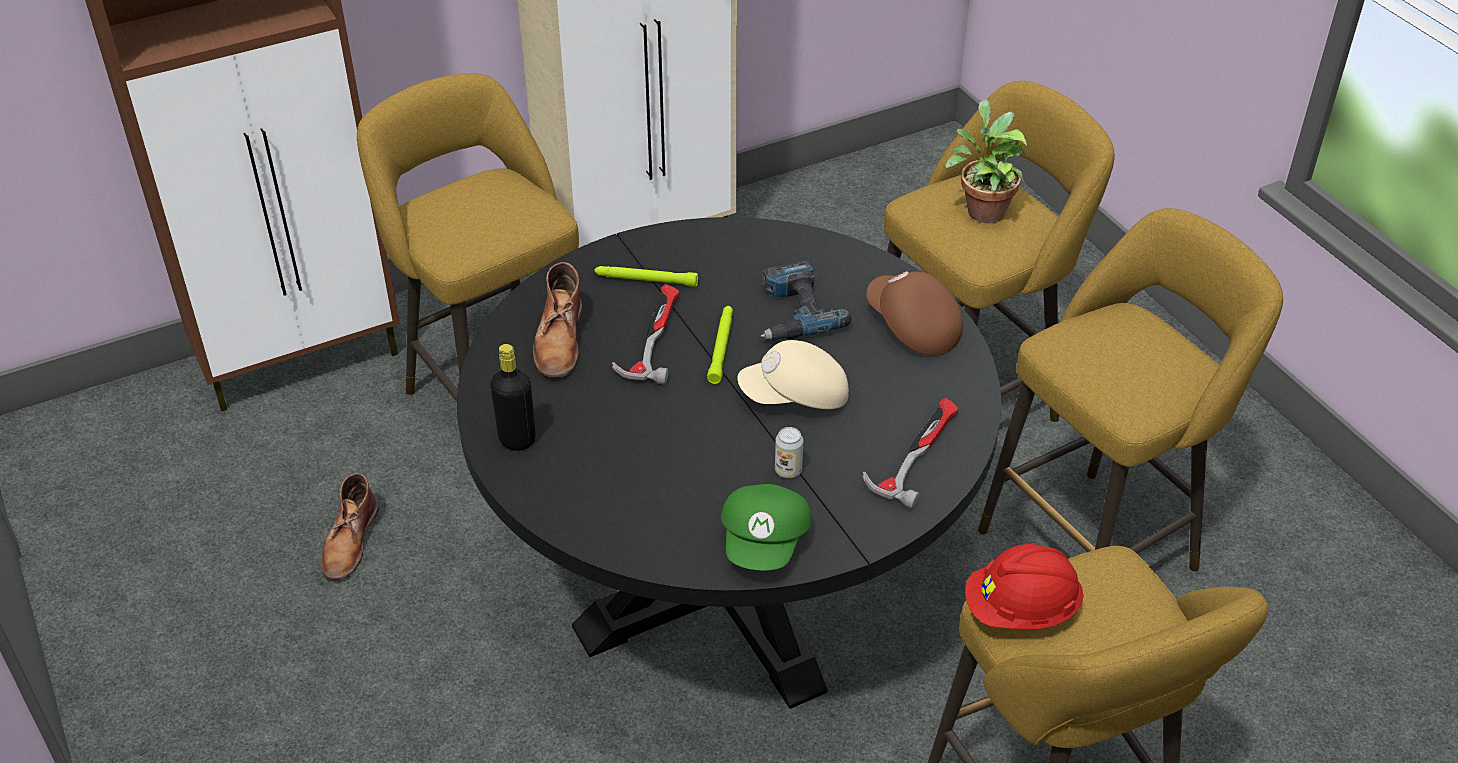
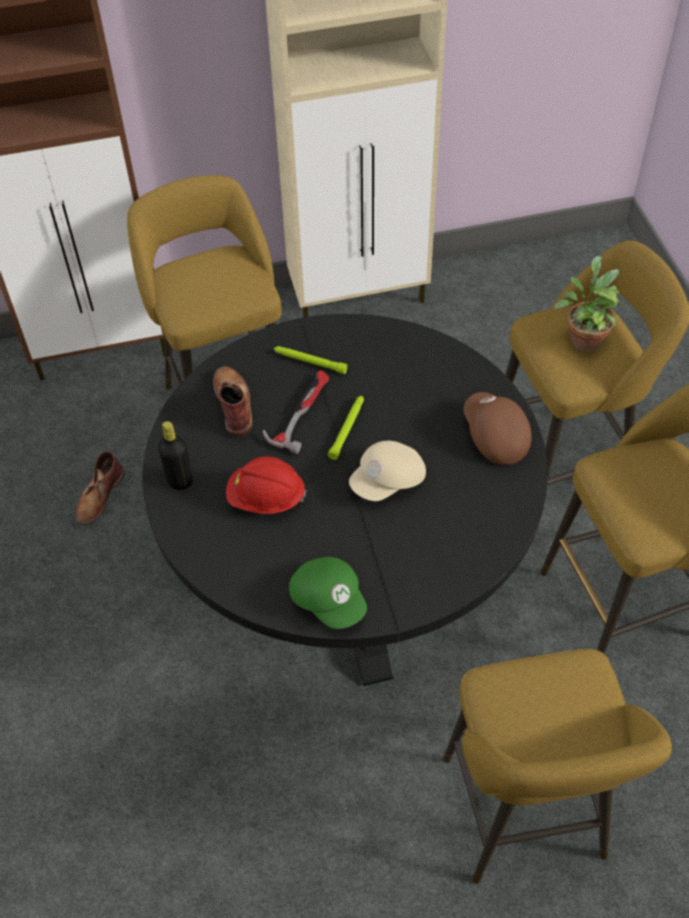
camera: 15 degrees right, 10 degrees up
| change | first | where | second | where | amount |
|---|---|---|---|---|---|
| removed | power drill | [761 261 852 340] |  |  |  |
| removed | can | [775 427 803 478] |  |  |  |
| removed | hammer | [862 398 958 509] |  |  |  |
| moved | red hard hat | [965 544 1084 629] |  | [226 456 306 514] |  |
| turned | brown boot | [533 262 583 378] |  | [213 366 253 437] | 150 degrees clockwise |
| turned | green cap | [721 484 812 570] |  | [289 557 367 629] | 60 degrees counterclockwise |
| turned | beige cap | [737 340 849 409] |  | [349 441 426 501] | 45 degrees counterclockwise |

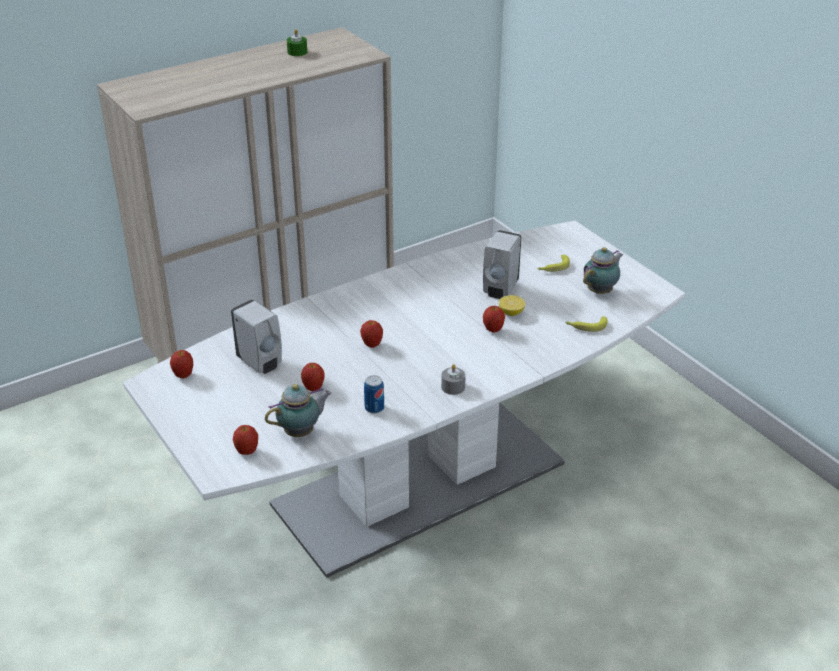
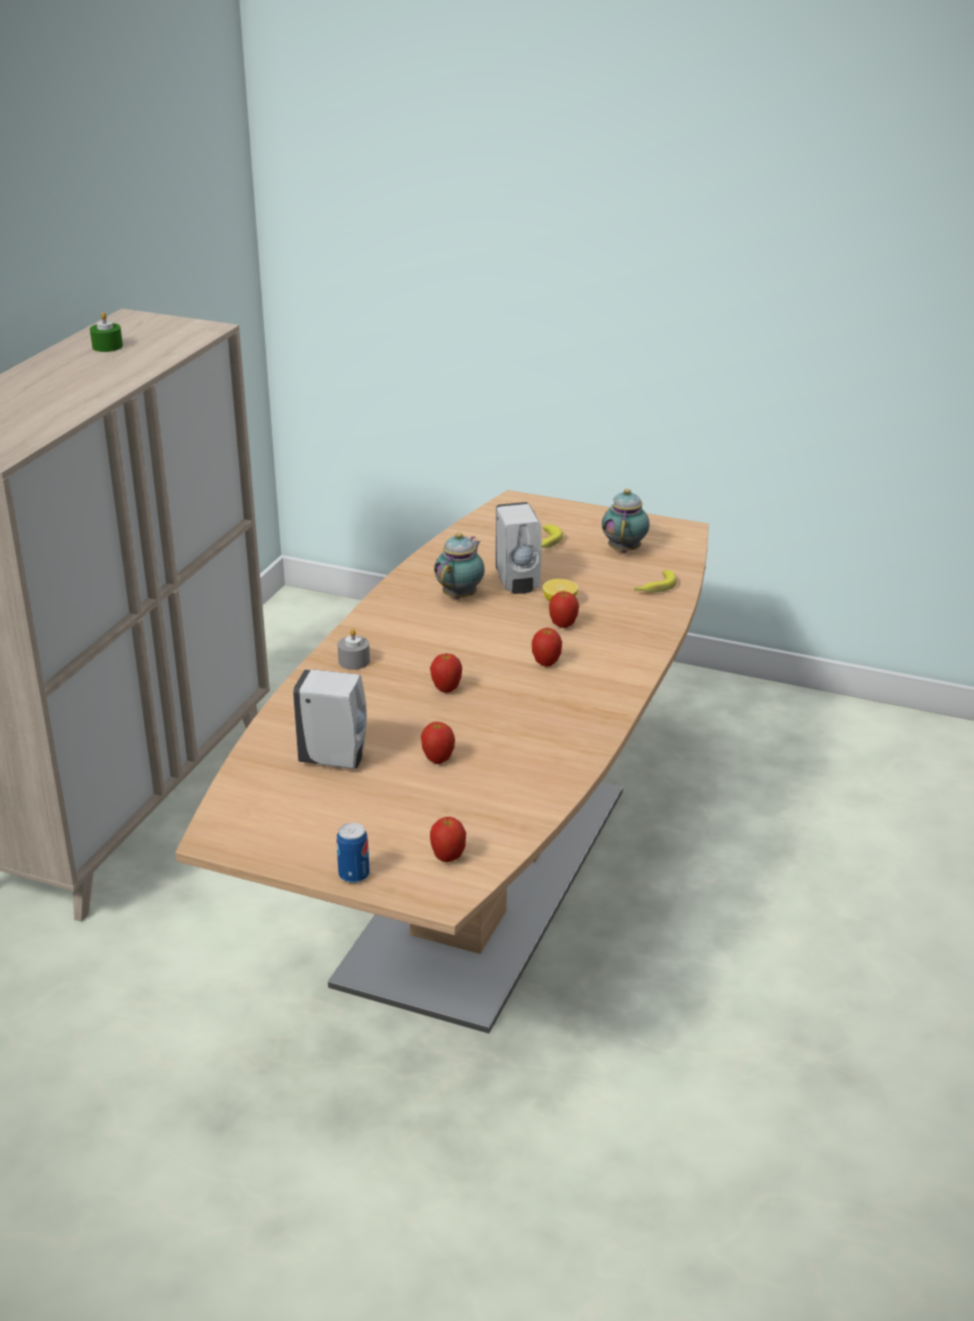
camera: 35 degrees left, 5 degrees down
| change | first | where | second | where | amount |
|---|---|---|---|---|---|
| moved | apple | [170 350 193 378] |  | [532 628 562 667] |  |
| moved | teapot | [265 384 331 437] |  | [434 533 485 599] |  |
| moved | can | [364 375 384 414] |  | [337 823 369 883] |  |
| moved | grey candle | [441 364 466 395] |  | [338 629 370 670] |  |
| recoloured | white dining table | [123 221 685 578] | brown dining table | [176 490 709 1033] |  |

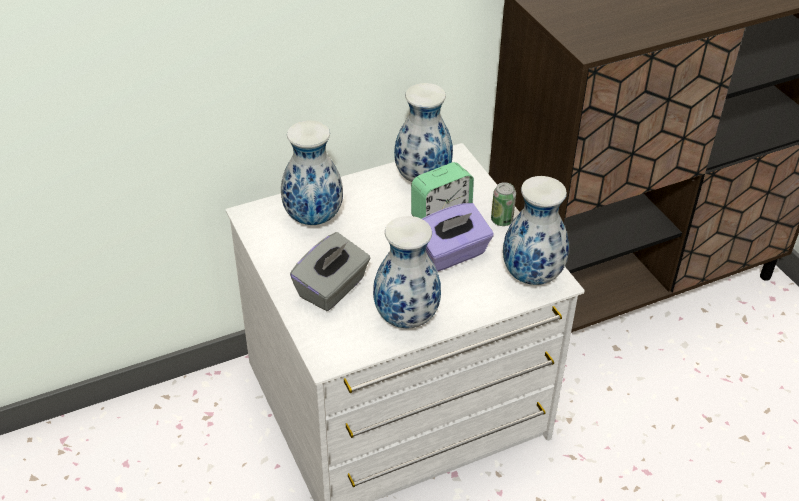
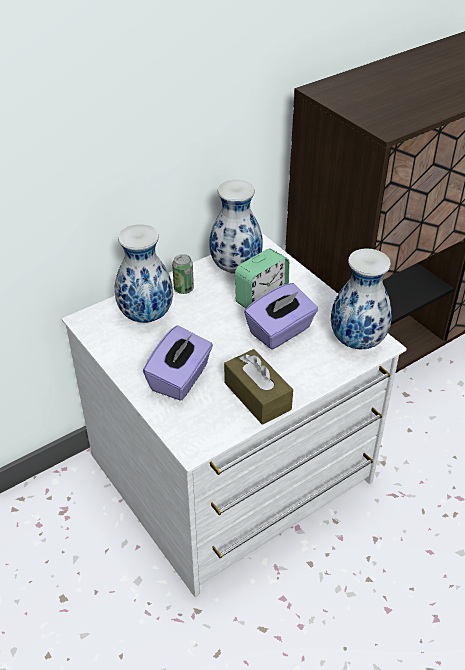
camera: 10 degrees left, 0 degrees up
| change | first | where | second | where | amount |
|---|---|---|---|---|---|
| moved | can | [491 182 516 226] |  | [172 254 194 294] |  |
| replaced | vase | [373 216 441 329] | brown tissue box | [224 349 293 425] |  |
| recoloured | grey tissue box | [290 232 371 311] | purple tissue box | [143 325 213 401] |  |

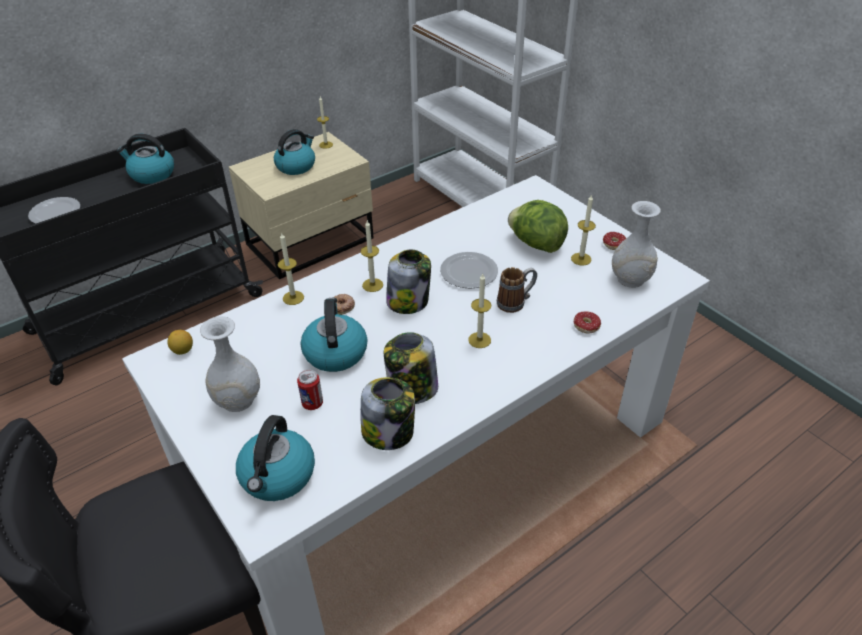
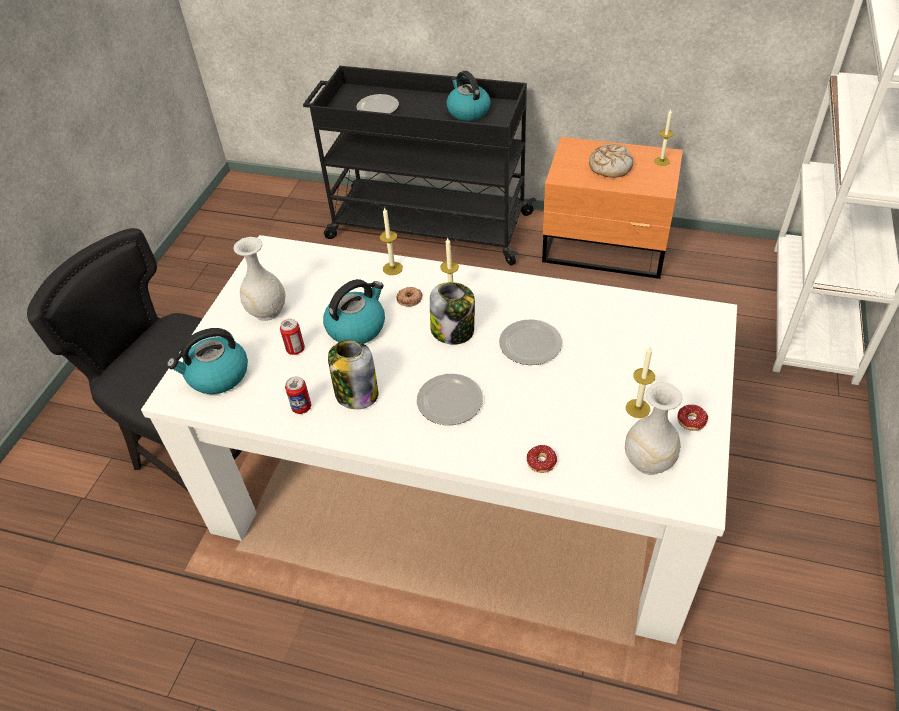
camera: 55 degrees right, 5 degrees up
| change | first | where | second | where | amount |
|---|---|---|---|---|---|
| removed | lemon | [168 330 193 355] |  |  |  |
| removed | mug | [497 267 537 313] |  |  |  |
| removed | lettuce | [508 200 568 253] |  |  |  |
| replaced | kettle | [274 129 315 175] | bread | [589 144 633 178] |  |
| replaced | jar | [361 377 415 450] | can | [285 376 311 414] |  |
| replaced | candle | [468 274 491 348] | plate | [417 374 483 425] |  |
| recoloured | beige nightstand | [229 132 374 279] | orange nightstand | [542 137 683 279] |  |

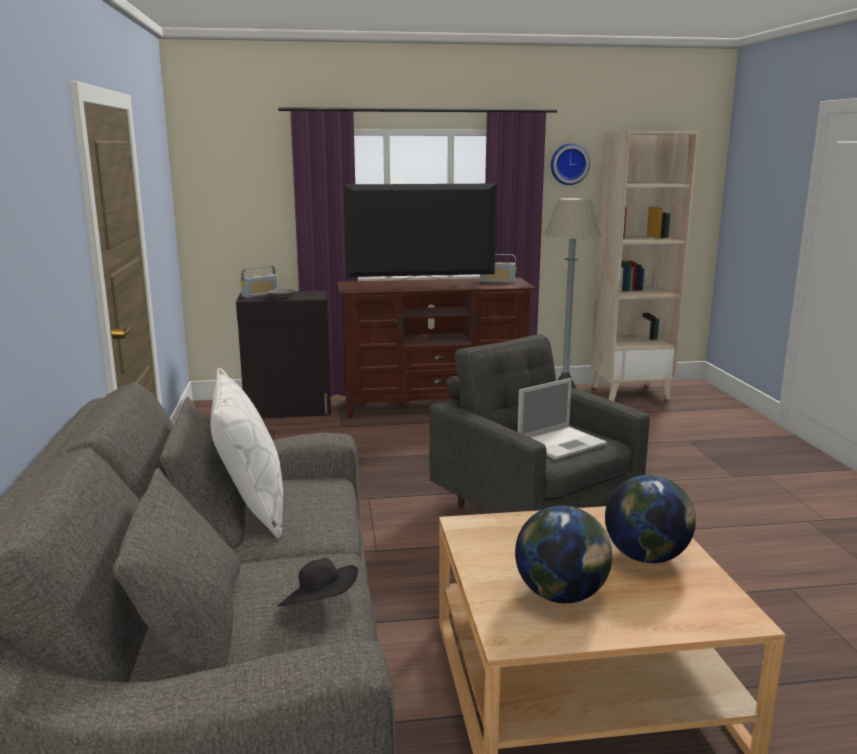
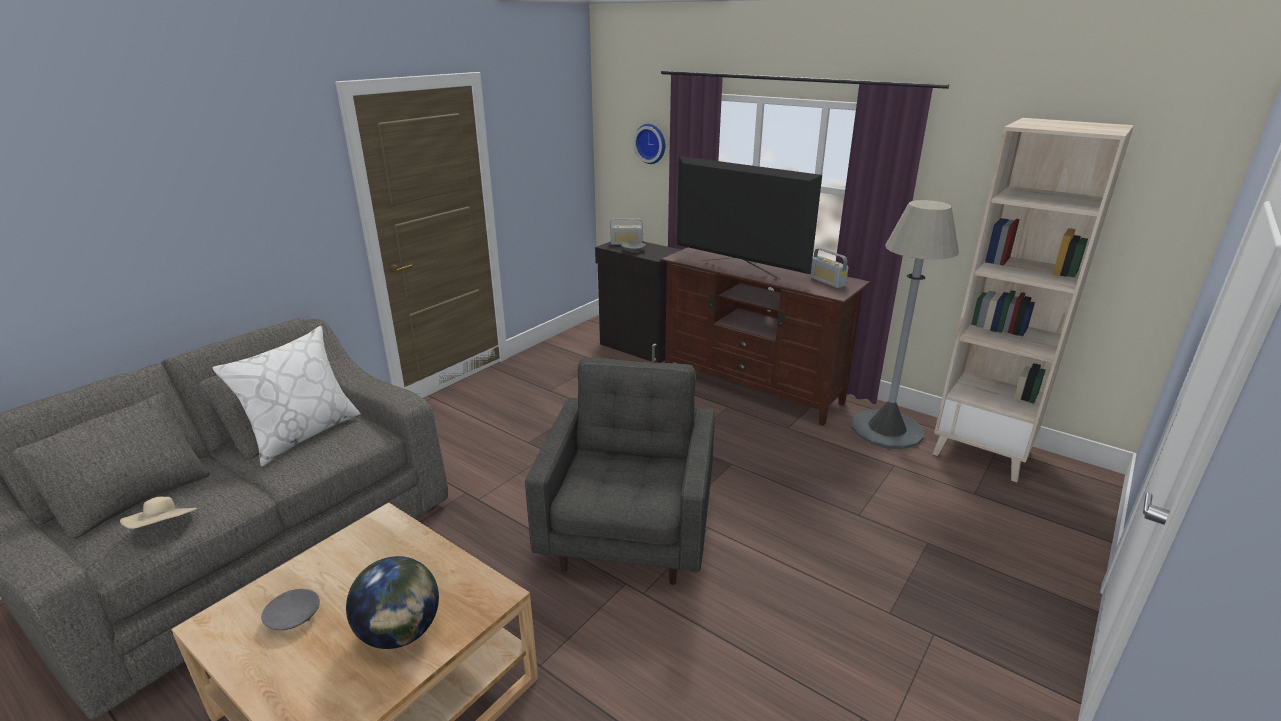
camera: 45 degrees right, 10 degrees up
| change | first | where | second | where | amount |
|---|---|---|---|---|---|
| removed | laptop | [517 378 607 460] |  |  |  |
| moved | wall clock | [551 143 590 185] |  | [633 124 665 164] |  |
| replaced | globe | [515 505 612 603] | grey bowl | [261 589 320 630] |  |
| recoloured | black hat | [278 558 358 607] | beige hat | [120 497 197 529] |  |

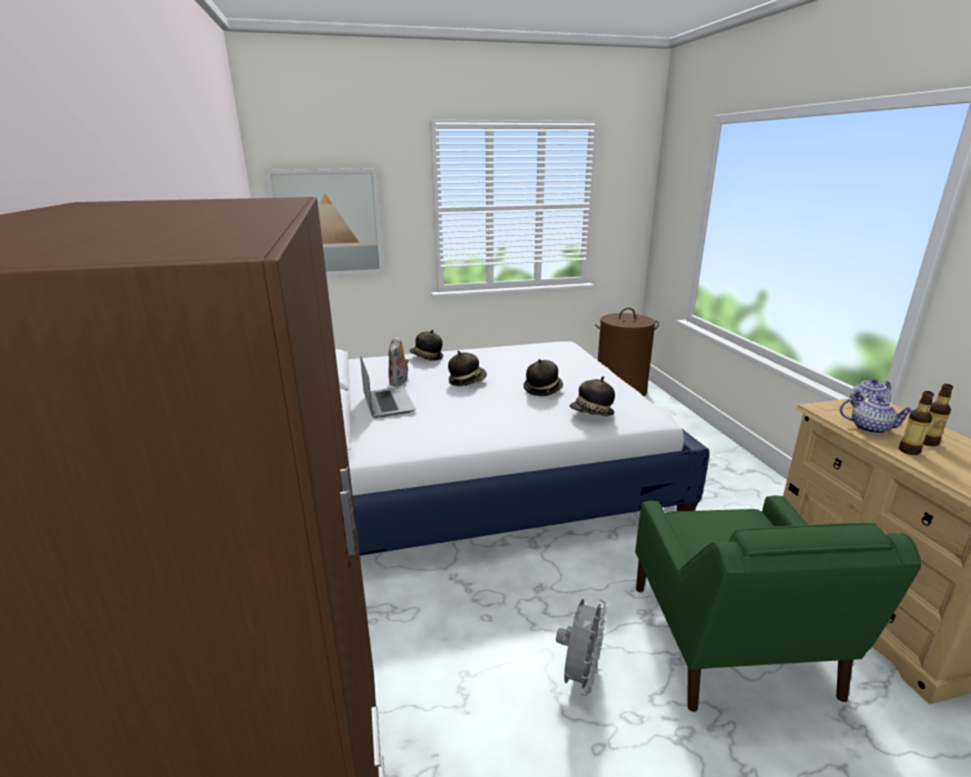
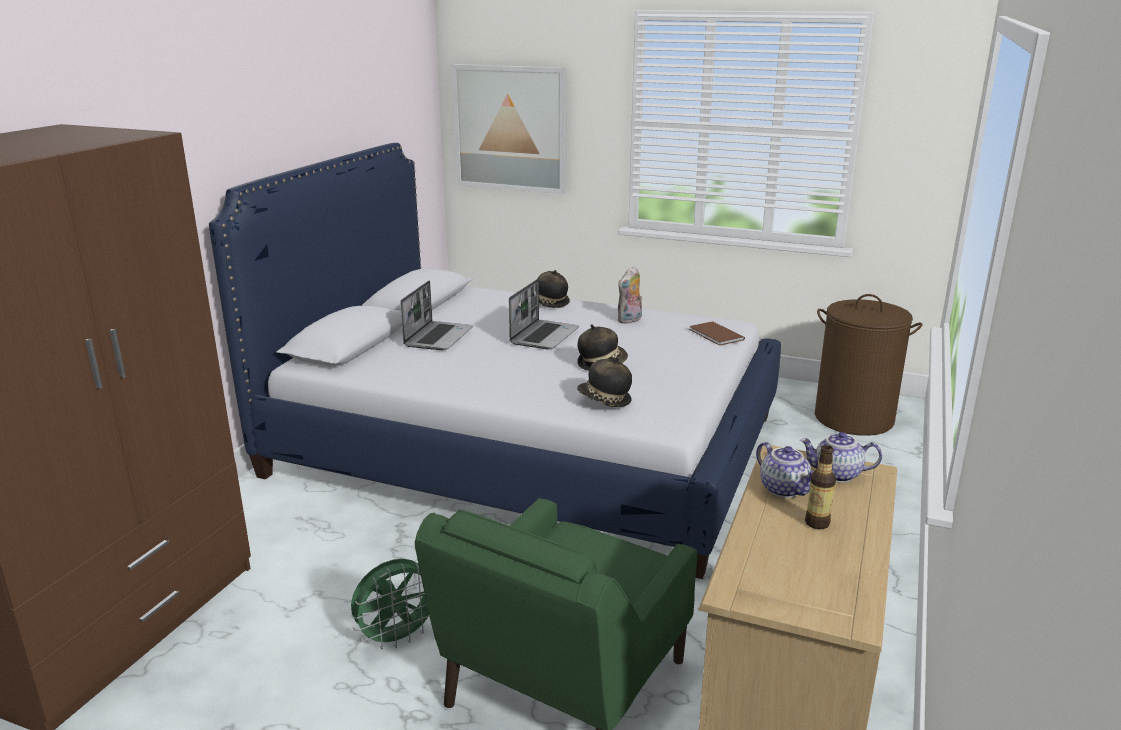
camera: 35 degrees right, 0 degrees up
| change | first | where | second | where | amount |
|---|---|---|---|---|---|
| removed | bottle | [899 391 934 455] |  |  |  |
| added |  |  | brown book | [689 321 745 346] |  |
| moved | plush toy | [388 335 409 386] |  | [618 266 642 324] |  |
| replaced | hat | [448 351 487 386] | laptop | [509 279 579 349] |  |
| recoloured | grey fan | [556 599 607 696] | green fan | [351 559 429 649] |  |

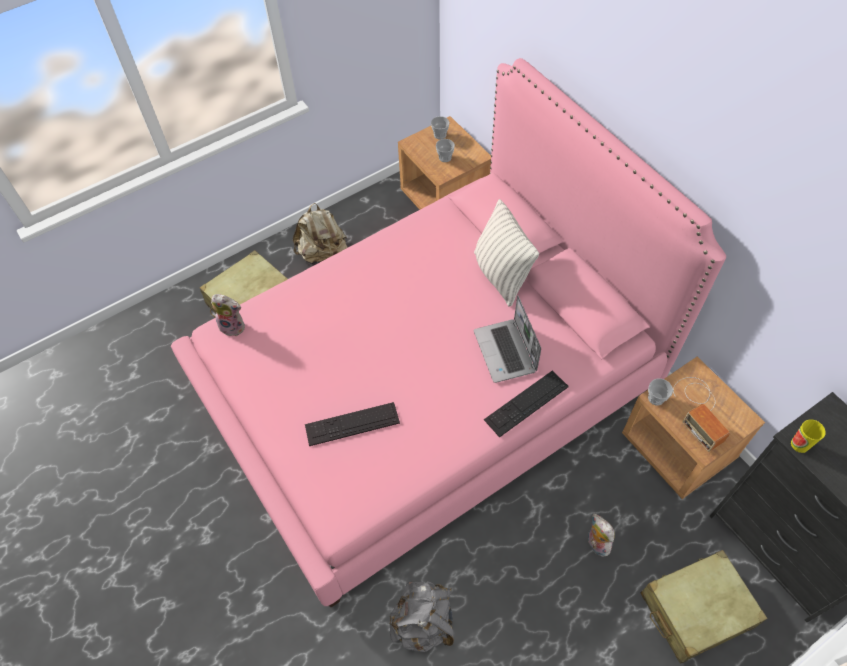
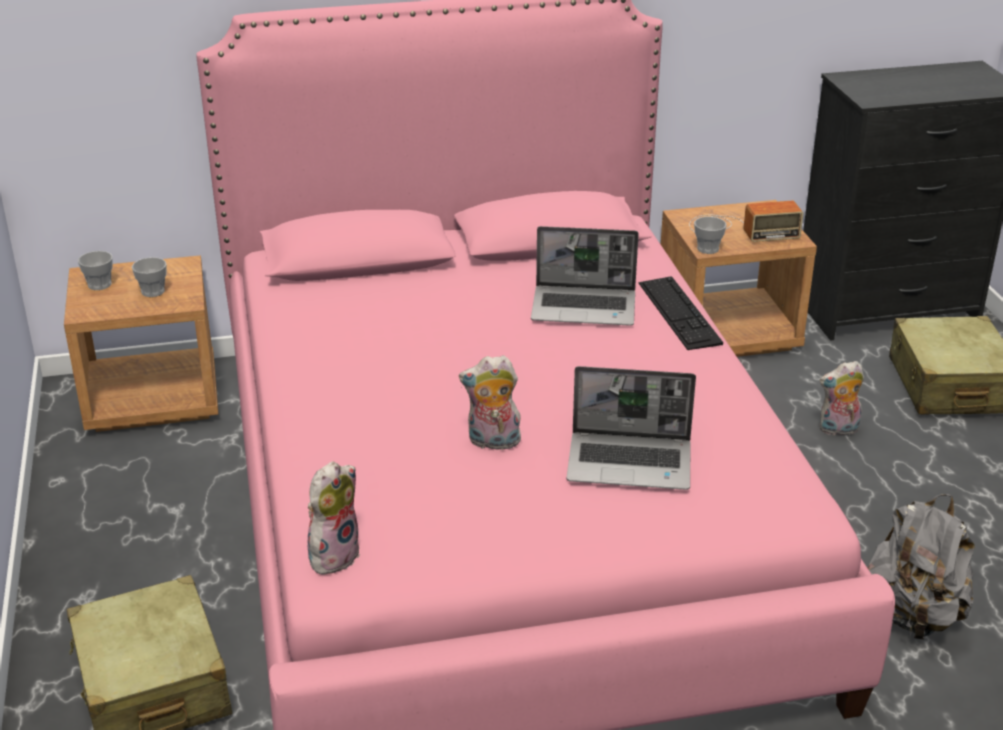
camera: 70 degrees left, 25 degrees down
| change | first | where | second | where | amount |
|---|---|---|---|---|---|
| removed | beige backpack | [293 203 347 265] |  |  |  |
| removed | pillow | [474 199 539 306] |  |  |  |
| removed | cup | [791 420 826 453] |  |  |  |
| added |  |  | plush toy | [459 355 521 453] |  |
| replaced | keyboard | [305 402 400 446] | laptop | [566 366 696 490] |  |

